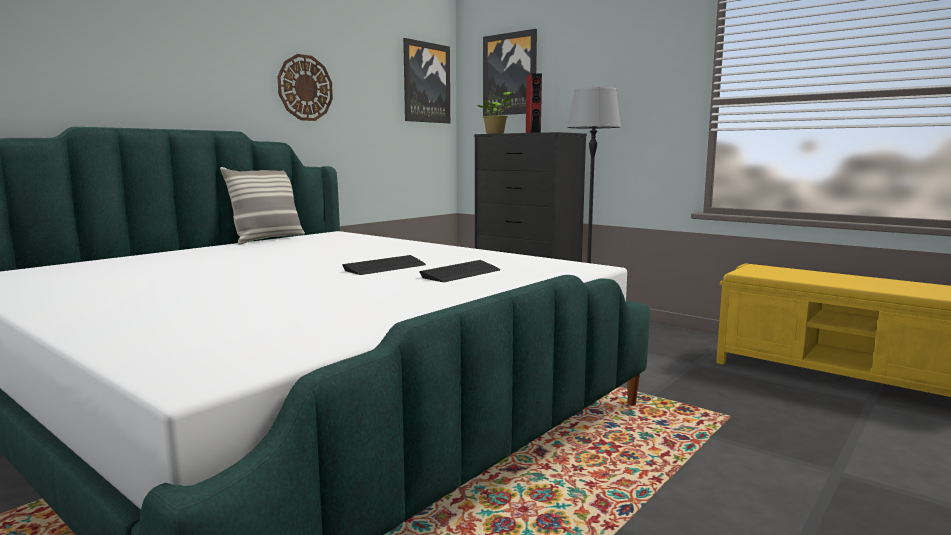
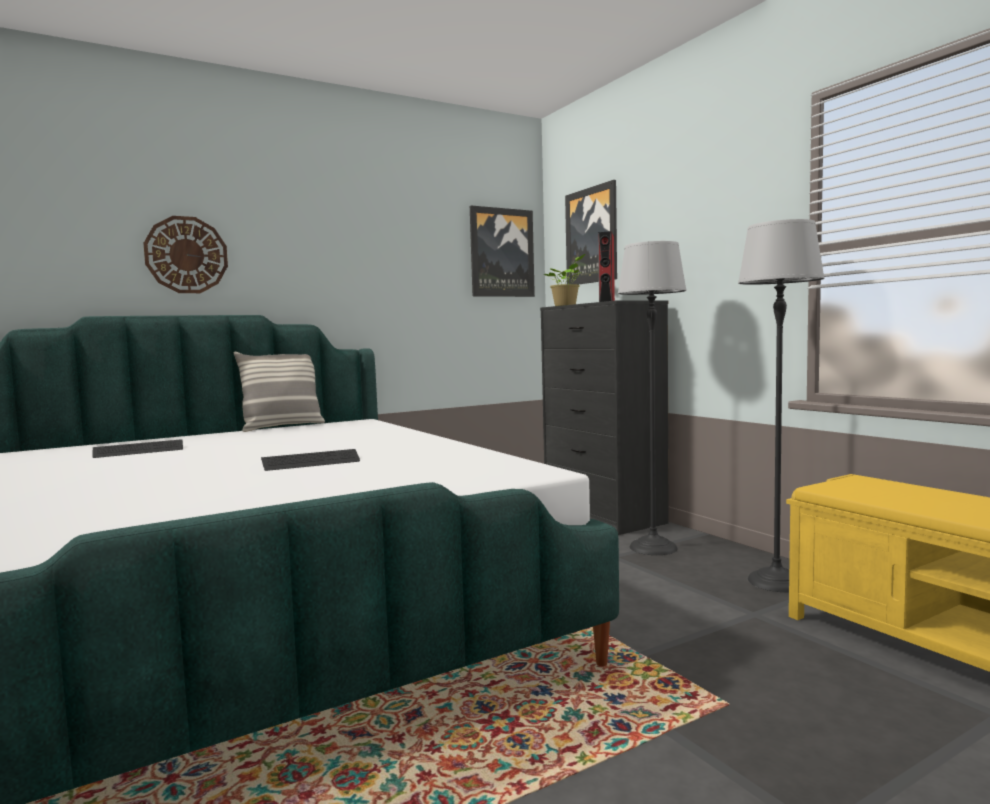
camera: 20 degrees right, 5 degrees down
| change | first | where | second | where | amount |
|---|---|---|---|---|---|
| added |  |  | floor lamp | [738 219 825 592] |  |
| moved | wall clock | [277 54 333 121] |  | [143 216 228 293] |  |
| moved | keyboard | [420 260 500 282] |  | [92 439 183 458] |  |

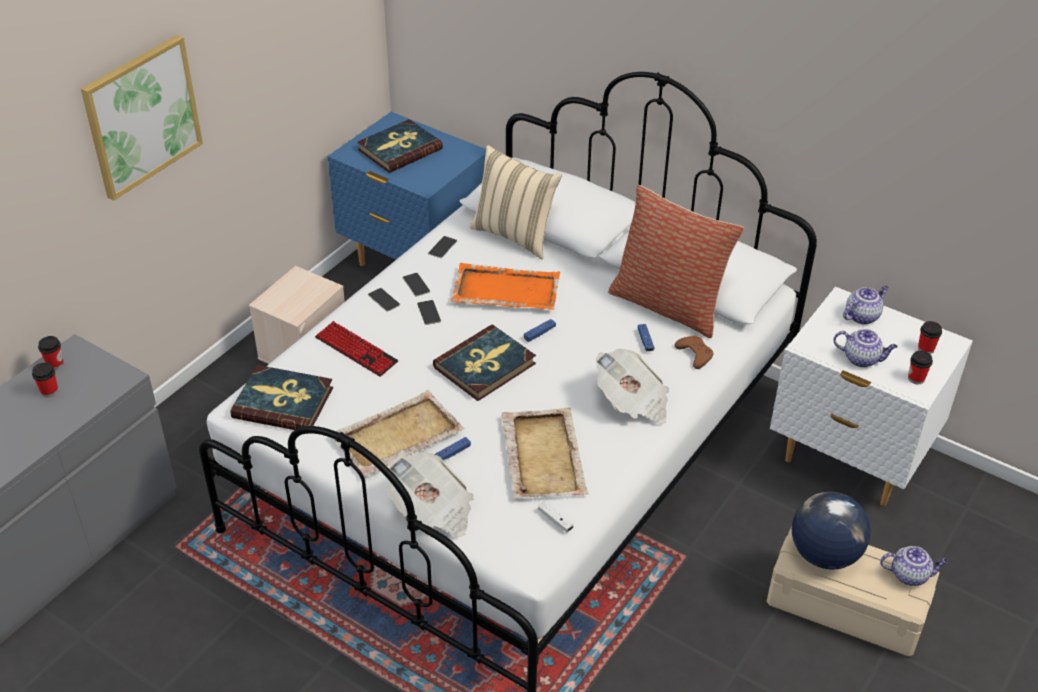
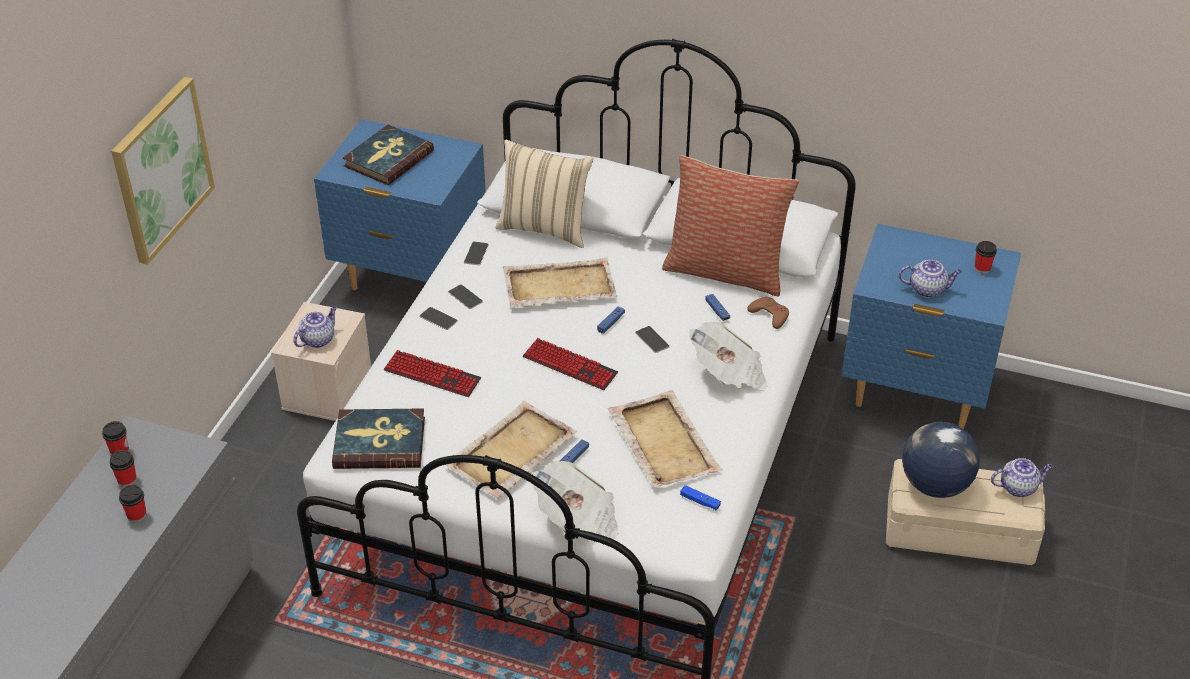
camera: 15 degrees left, 0 degrees up
| change | first | where | second | where | amount |
|---|---|---|---|---|---|
| moved | phone | [417 300 441 325] |  | [635 326 670 353] |  |
| moved | teapot | [843 285 888 324] |  | [293 306 337 348] |  |
| moved | cup | [908 351 933 384] |  | [119 485 146 523] |  |
| replaced | book | [433 324 536 401] | keyboard | [523 338 618 390] |  |
| recoloured | orange tray | [451 263 560 310] | beige tray | [503 257 617 308] |  |
| recoloured | white game controller | [538 501 574 532] | blue game controller | [680 485 721 510] |  |
| recoloured | white nightstand | [770 287 973 506] | blue nightstand | [842 224 1021 429] |  |

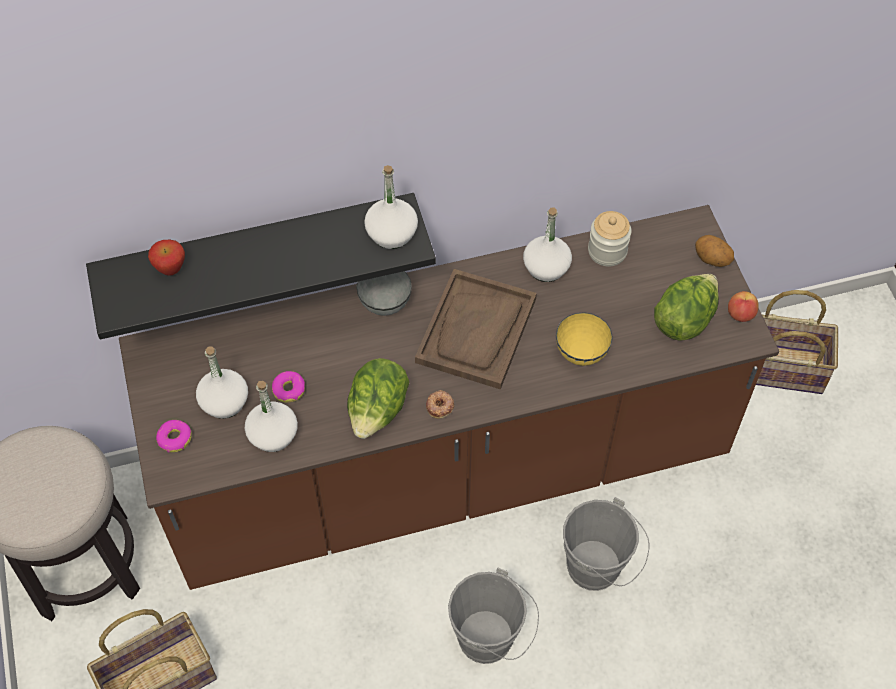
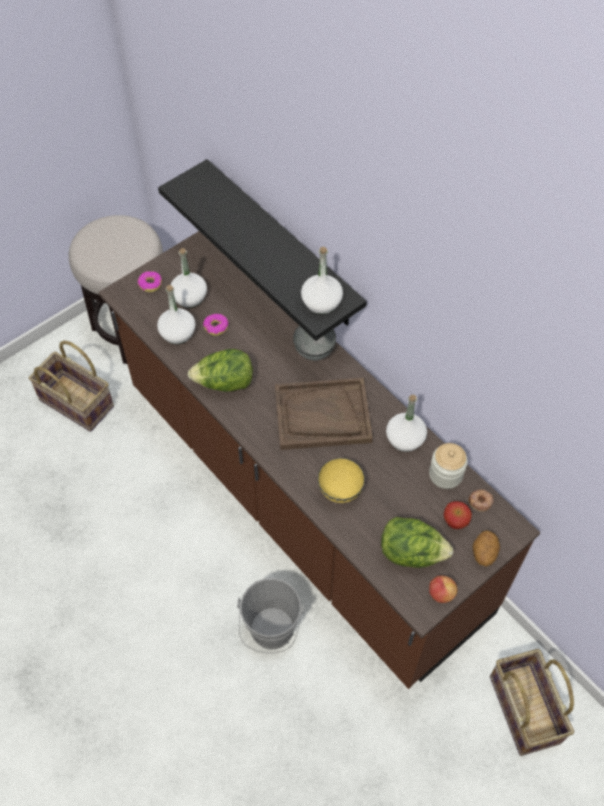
camera: 65 degrees right, 0 degrees up
| change | first | where | second | where | amount |
|---|---|---|---|---|---|
| removed | grey bucket | [448 568 539 664] |  |  |  |
| moved | apple | [148 240 185 276] |  | [443 501 472 529] |  |
| moved | donut | [426 390 454 419] |  | [468 489 494 511] |  |

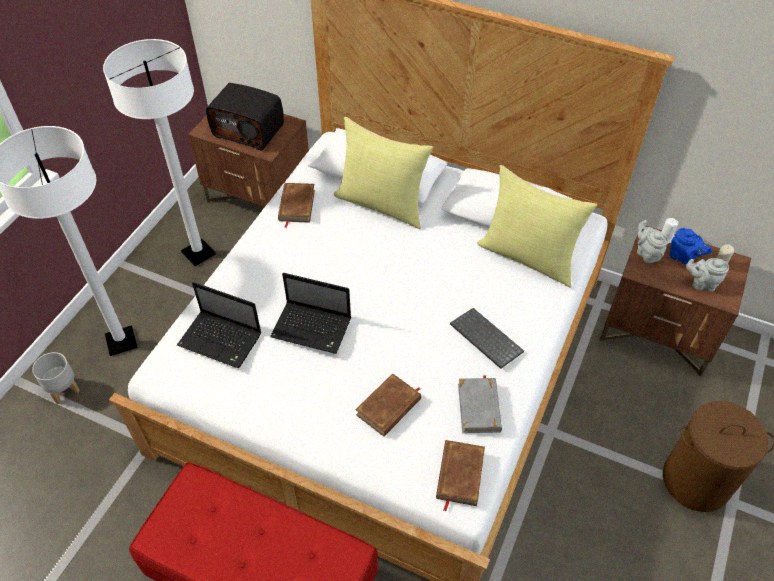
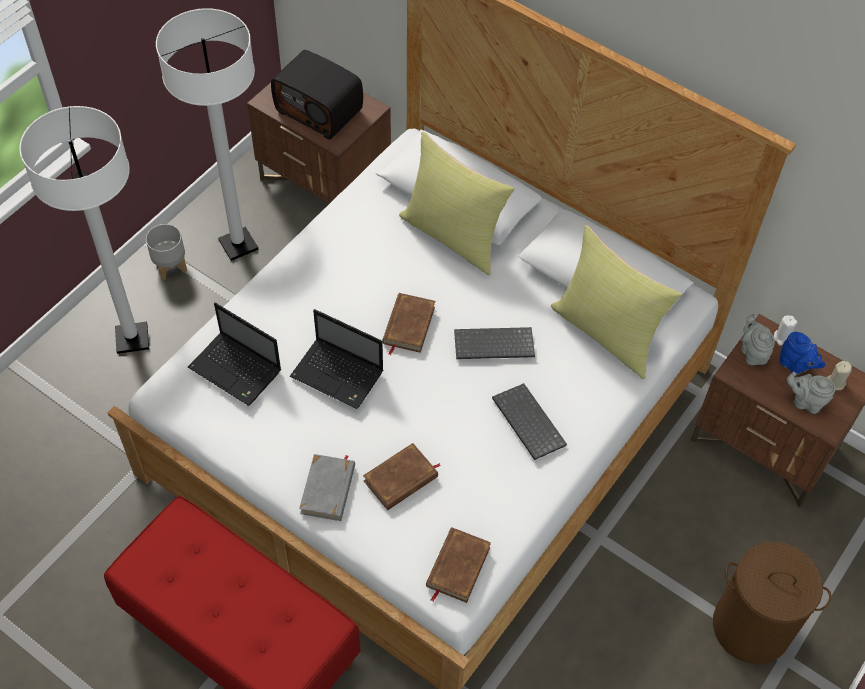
camera: 10 degrees right, 5 degrees up
| change | first | where | second | where | amount |
|---|---|---|---|---|---|
| added |  |  | keyboard | [454 327 535 359] |  |
| moved | grey planter | [32 352 80 404] |  | [146 224 187 280] |  |
| moved | brown book | [278 183 315 228] |  | [383 293 435 355] |  |
| moved | grey book | [458 375 502 433] |  | [299 454 355 521] |  |

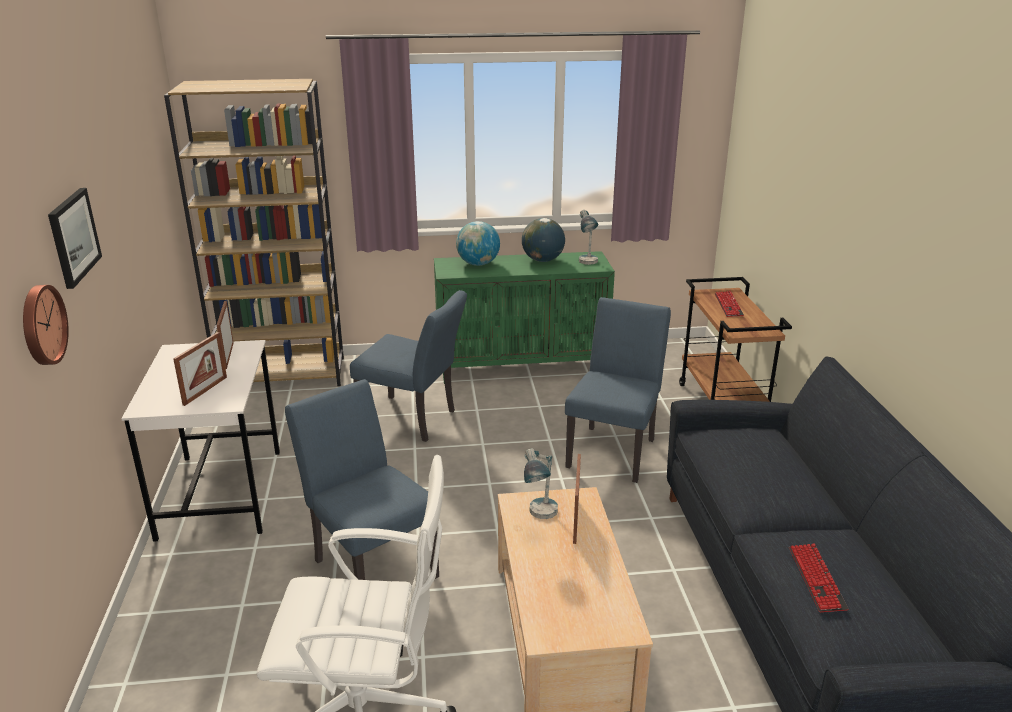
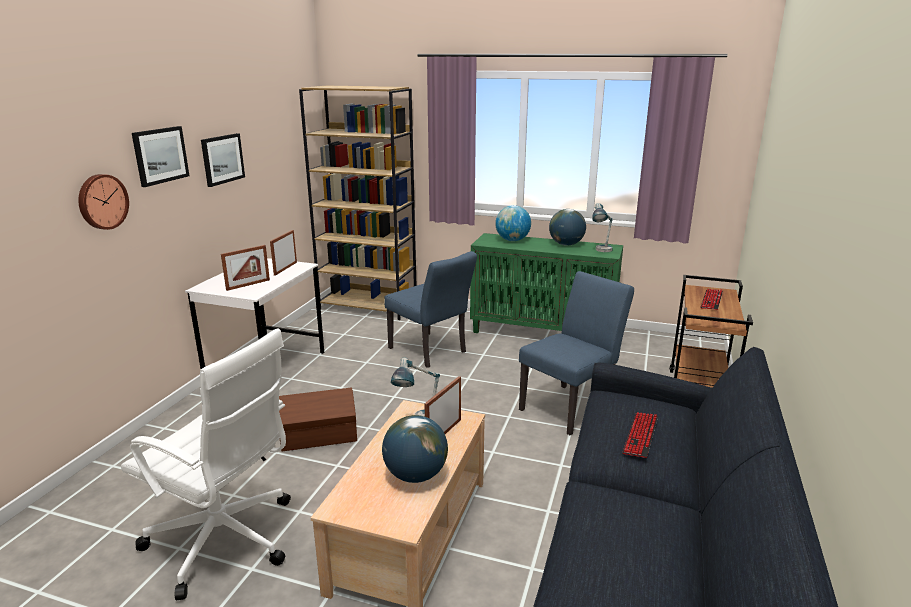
camera: 25 degrees right, 5 degrees down
| change | first | where | second | where | amount |
|---|---|---|---|---|---|
| added |  |  | picture | [201 133 245 187] |  |
| added |  |  | globe | [382 415 448 483] |  |
| moved | keyboard | [789 543 848 612] |  | [622 412 658 458] |  |
| replaced | blue chair | [285 379 439 580] | brown storage box | [279 387 357 451] |  |

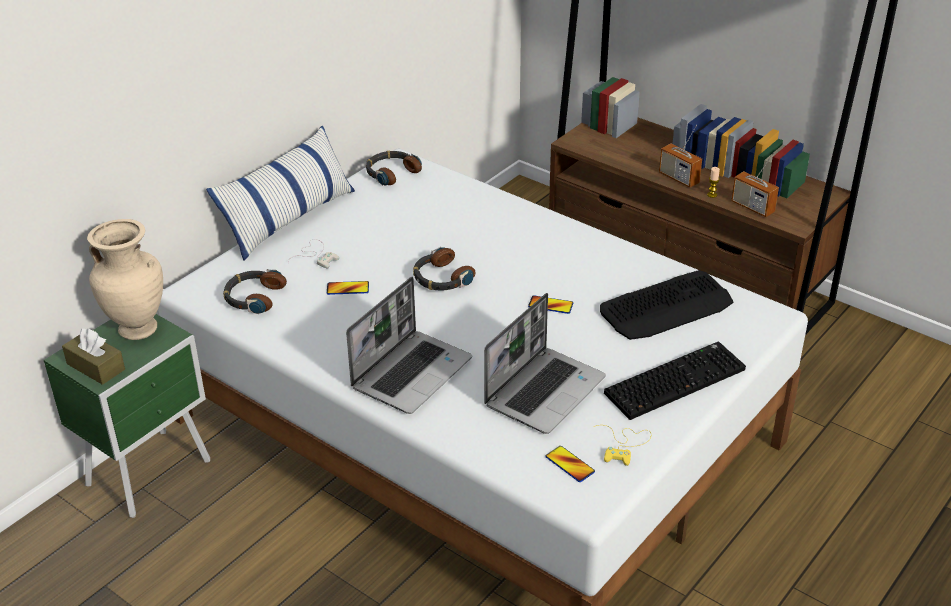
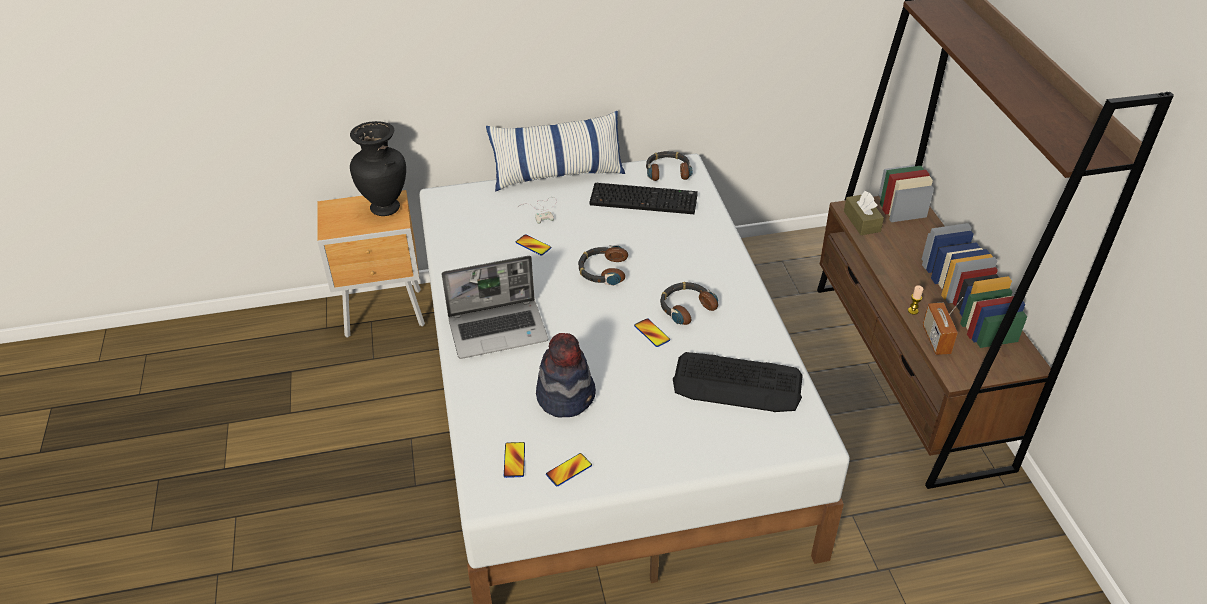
camera: 40 degrees right, 5 degrees up
| change | first | where | second | where | amount |
|---|---|---|---|---|---|
| removed | radio | [659 125 702 187] |  |  |  |
| moved | brown tissue box | [62 329 125 385] |  | [844 191 884 235] |  |
| moved | headphones | [223 269 287 314] |  | [660 282 718 325] |  |
| moved | keyboard | [604 342 746 420] |  | [590 183 698 214] |  |
| replaced | laptop | [484 293 606 434] | hat | [536 333 596 417] |  |
| replaced | yellow game controller | [594 425 651 466] | phone | [546 453 592 486] |  |
| recoloured | green nightstand | [44 314 210 518] | brown nightstand | [317 190 425 338] |  |
| recoloured | beige vase | [87 219 163 340] | black vase | [350 121 406 216] |  |

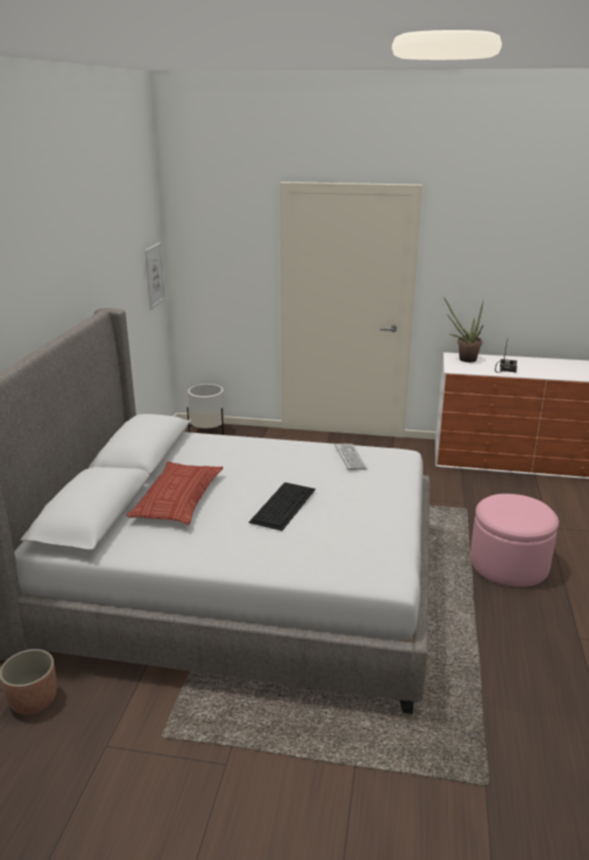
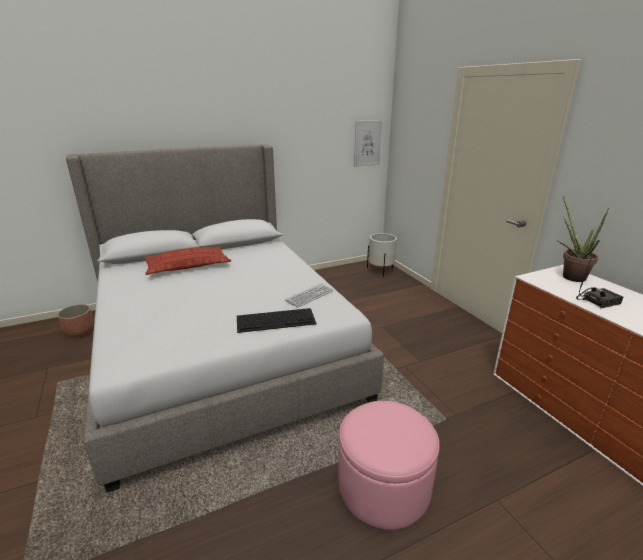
camera: 55 degrees right, 0 degrees up
| change | first | where | second | where | amount |
|---|---|---|---|---|---|
| moved | keyboard | [249 482 316 531] |  | [237 308 317 333] |  |

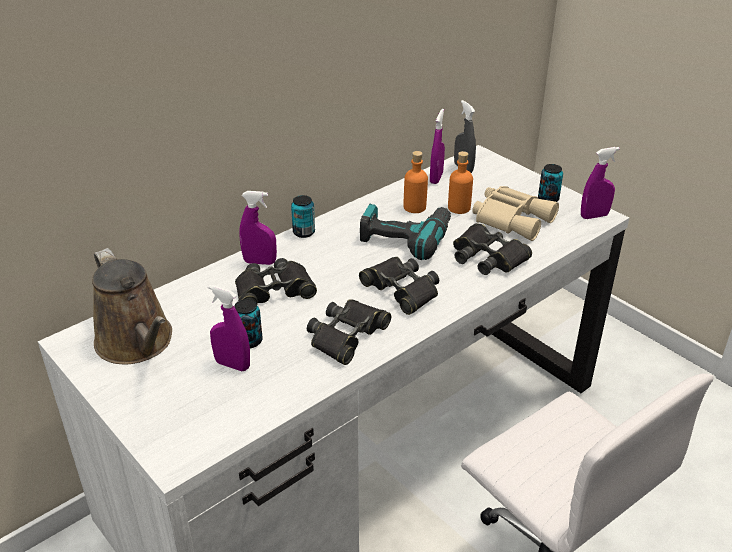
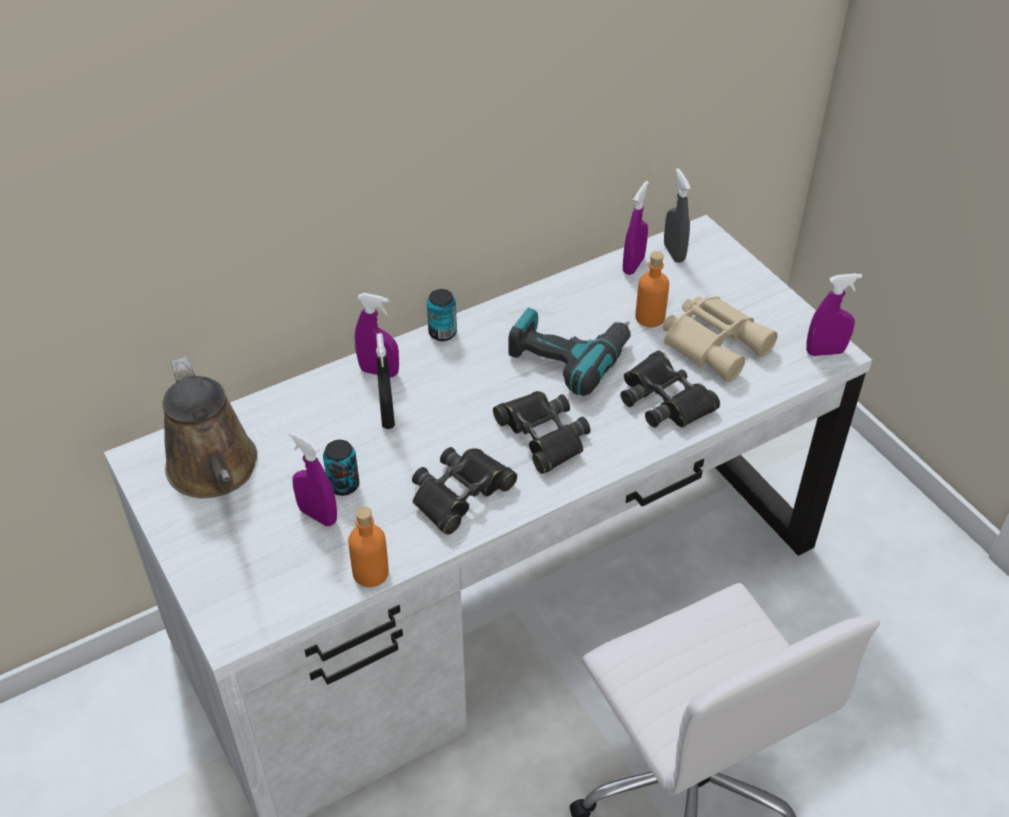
camera: 10 degrees right, 10 degrees up
| change | first | where | second | where | amount |
|---|---|---|---|---|---|
| removed | can | [538 164 563 202] |  |  |  |
| moved | orange bottle | [404 151 428 213] |  | [348 506 389 587] |  |
| replaced | black binoculars | [235 258 317 304] | black spray bottle | [376 333 395 429] |  |

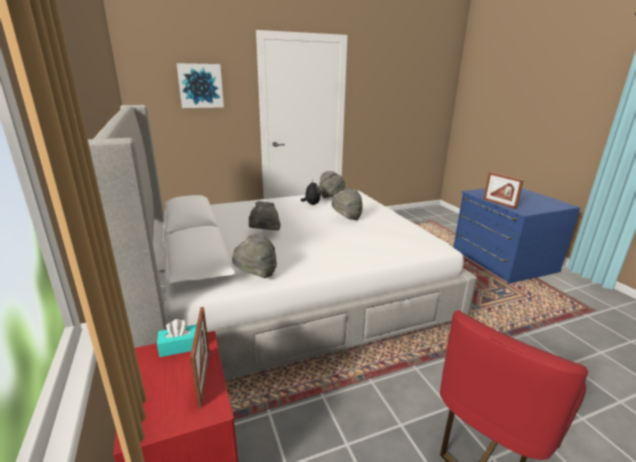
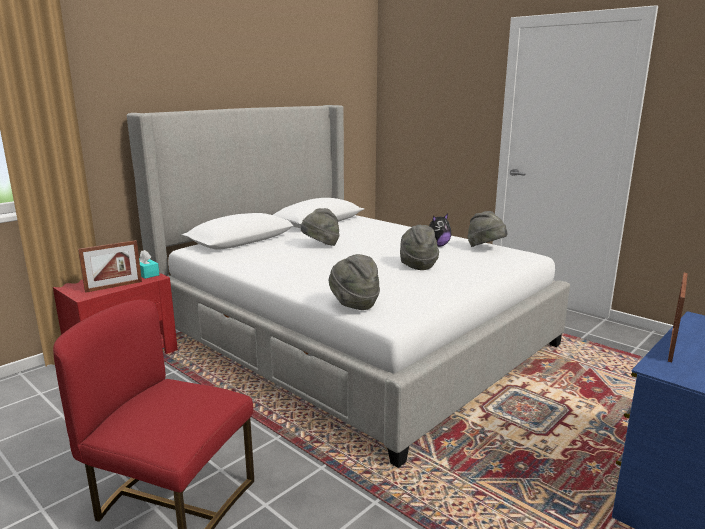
camera: 65 degrees right, 5 degrees down
| change | first | where | second | where | amount |
|---|---|---|---|---|---|
| removed | picture | [176 63 224 108] |  |  |  |
| moved | grey hat | [232 234 277 278] |  | [328 254 380 310] |  |

